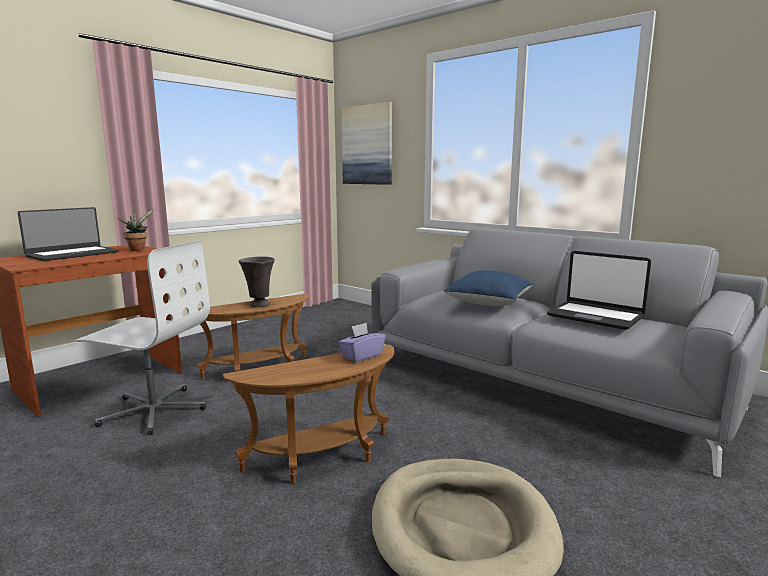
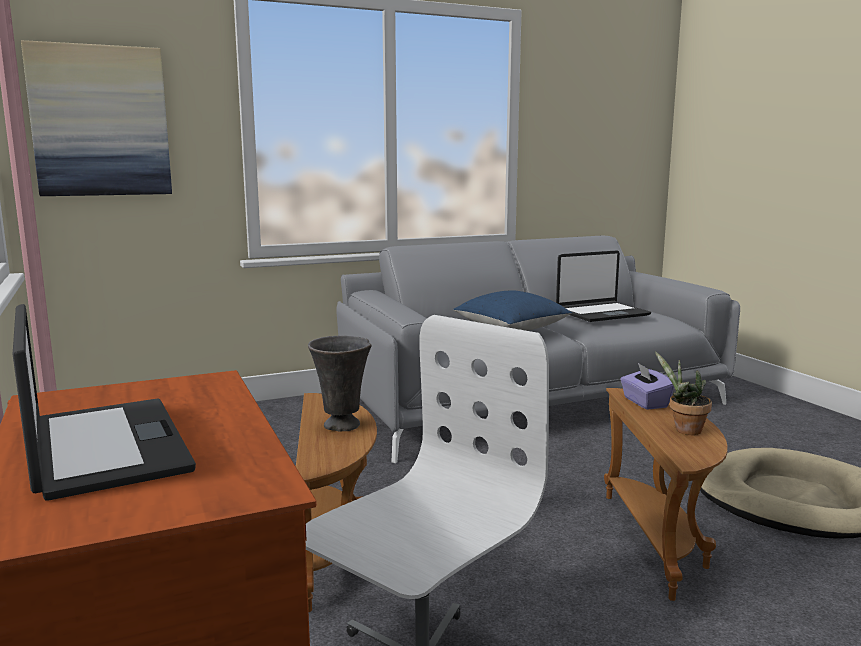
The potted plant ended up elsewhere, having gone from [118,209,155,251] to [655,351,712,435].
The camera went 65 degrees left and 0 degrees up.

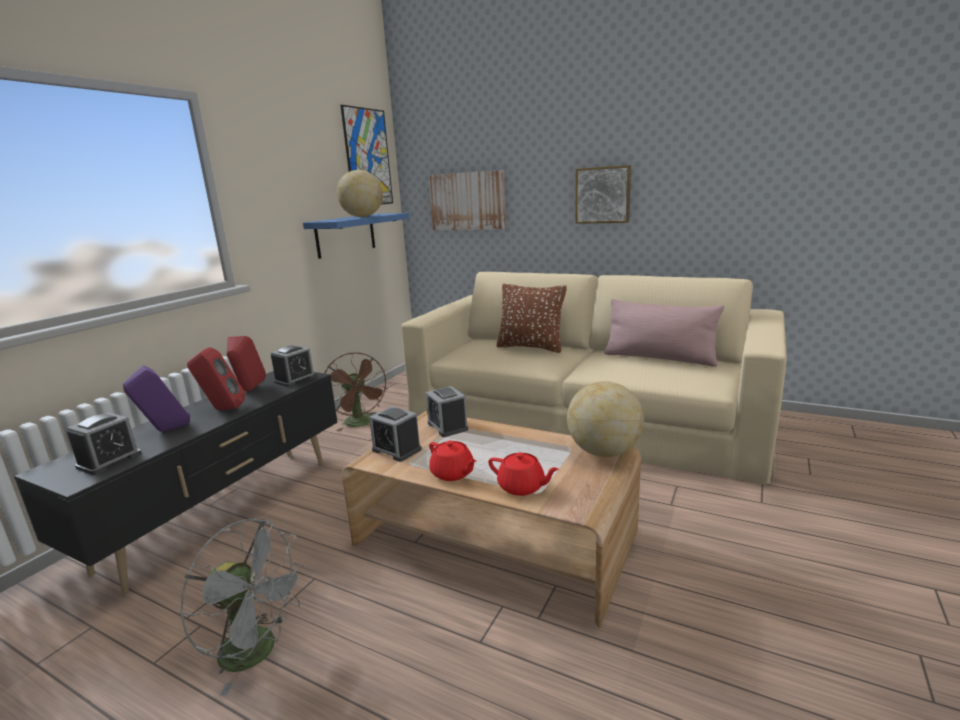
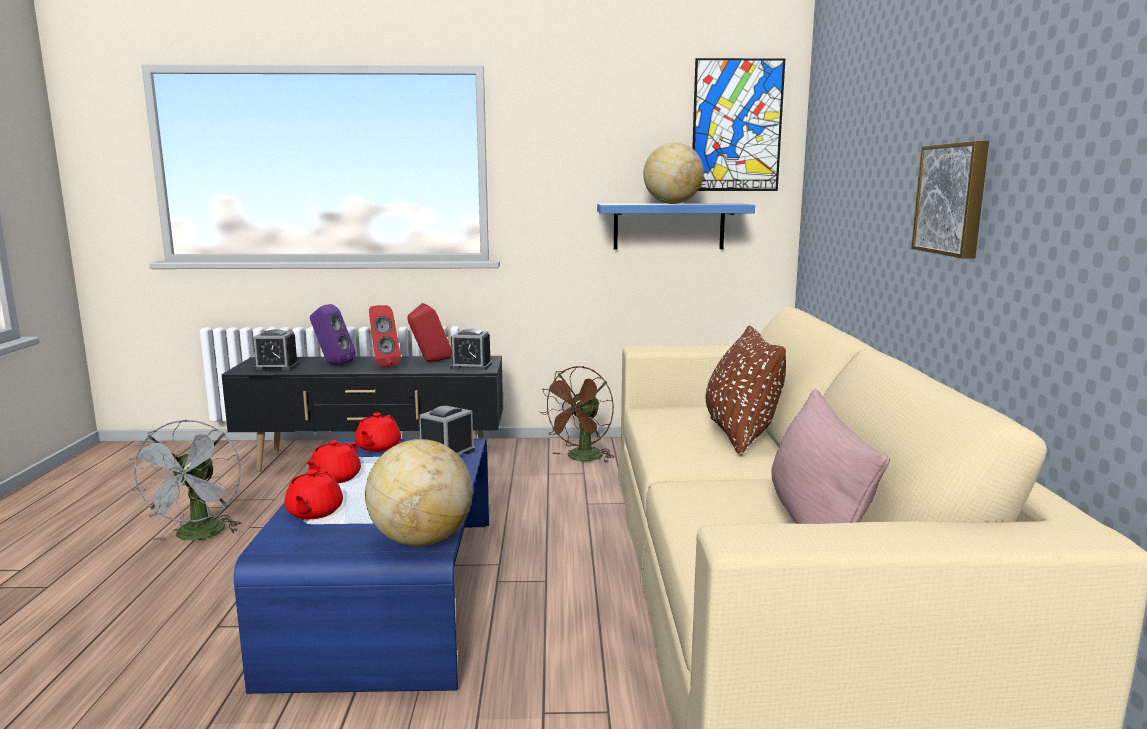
What was the brown coffee table at [342,411,641,627] turned into the blue coffee table at [234,438,489,694].
Where the alarm clock stood at [369,406,422,462], the red teapot came to stand at [355,413,401,451].
The second view lost the picture at [428,170,506,230].
The camera went 60 degrees right and 5 degrees down.

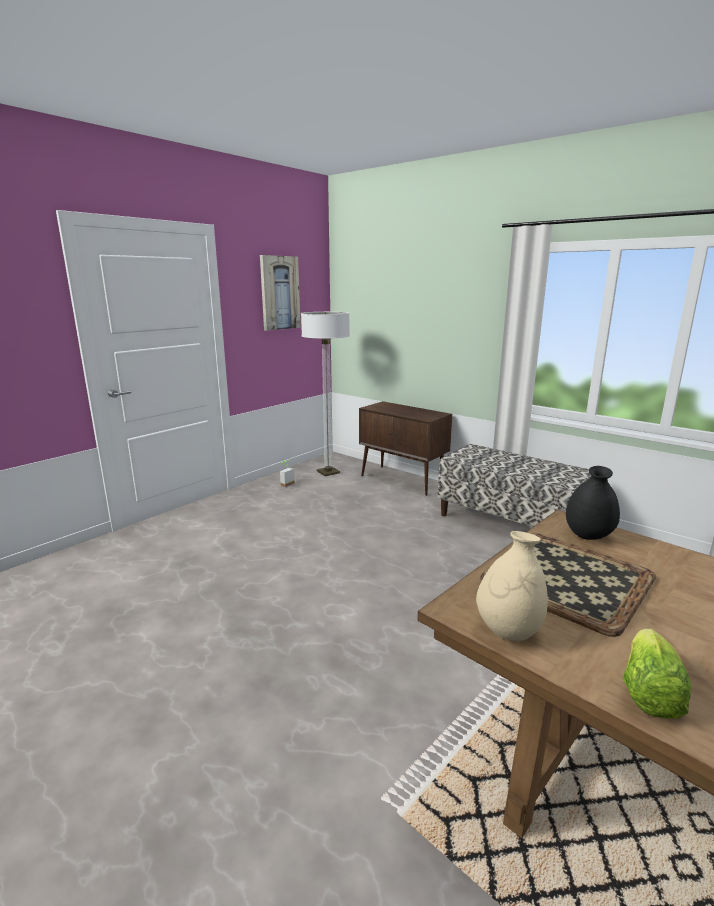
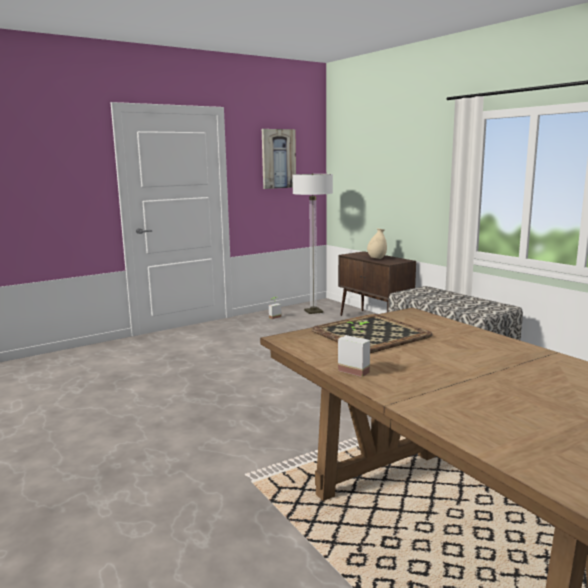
Where the lettuce stood at [623,629,692,718], the potted plant came to stand at [338,321,370,377].
The beige vase ended up elsewhere, having gone from [476,531,548,641] to [367,228,387,259].
The second view lost the black vase at [566,466,620,540].
The camera went 15 degrees right and 5 degrees down.

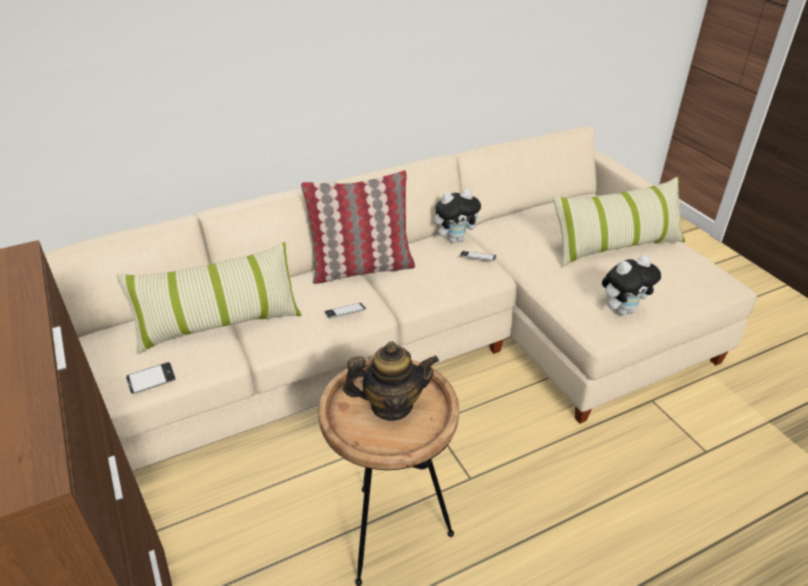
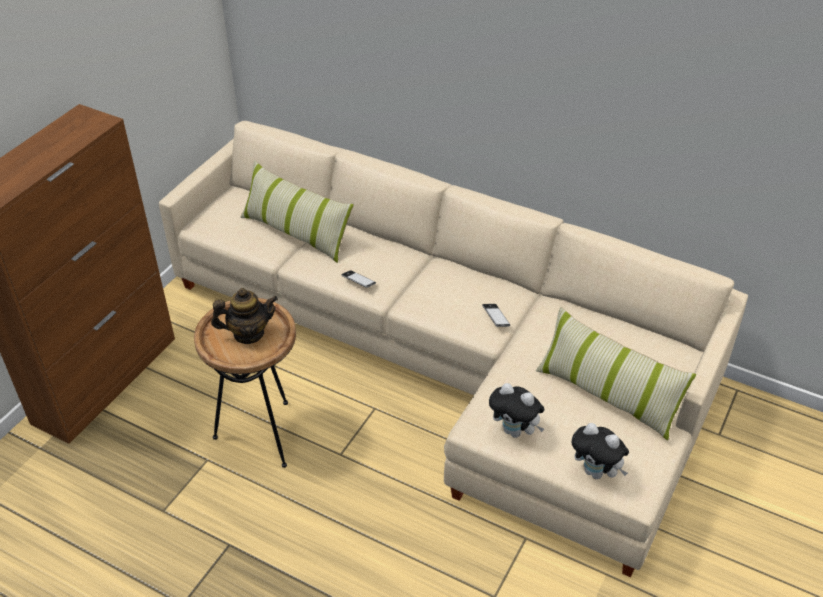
The teapot at [343,342,439,421] ended up facing another way, 60 degrees counterclockwise from before.
The plush toy ended up elsewhere, having gone from [434,189,483,243] to [572,423,629,479].
The second view lost the phone at [126,362,176,394].
The second view lost the pillow at [301,170,415,284].
The camera went 55 degrees right and 5 degrees up.

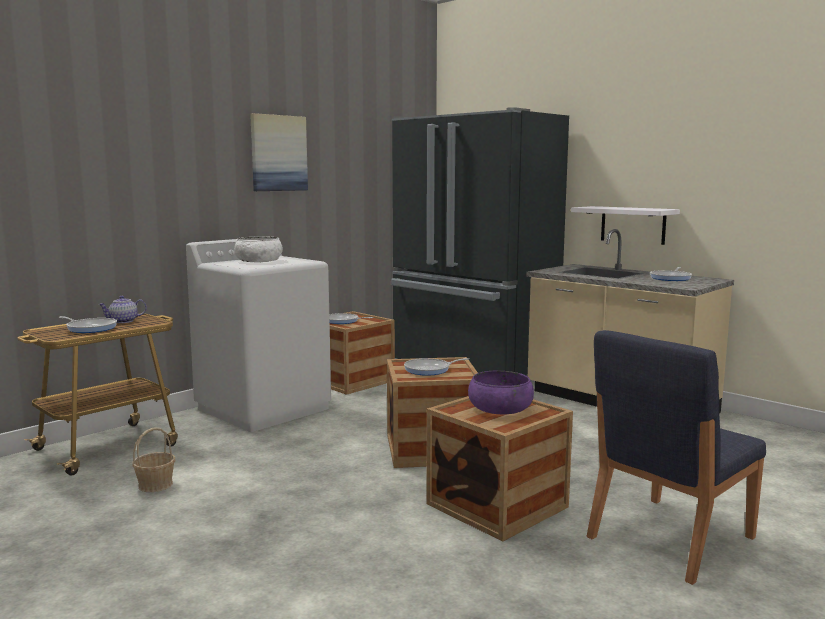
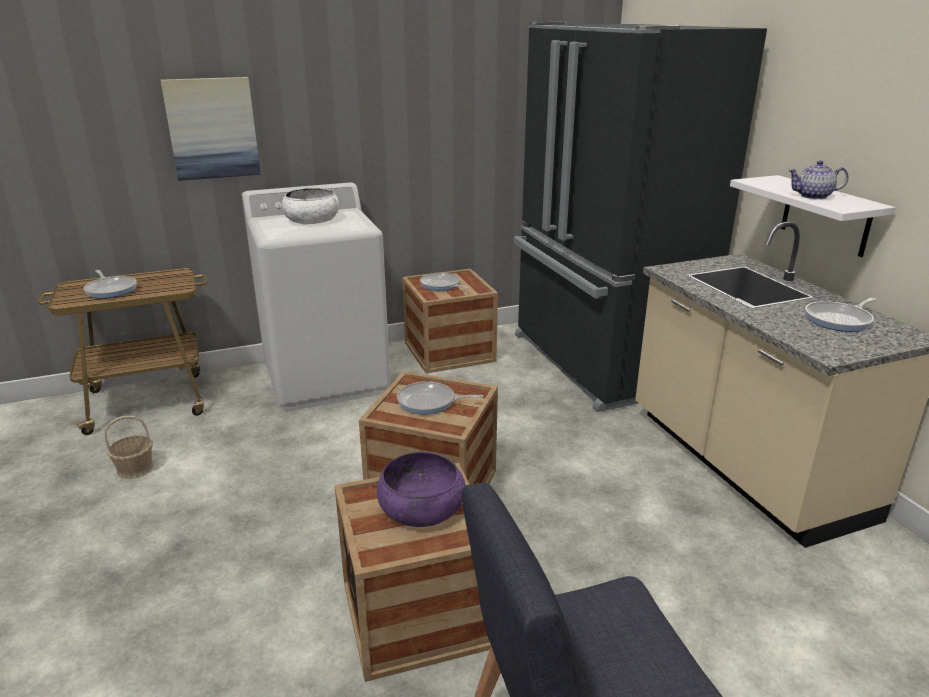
The picture ended up elsewhere, having gone from [250,113,308,191] to [161,77,261,181].
The teapot ended up elsewhere, having gone from [98,296,147,323] to [788,160,848,199].
The camera went 25 degrees right and 15 degrees up.

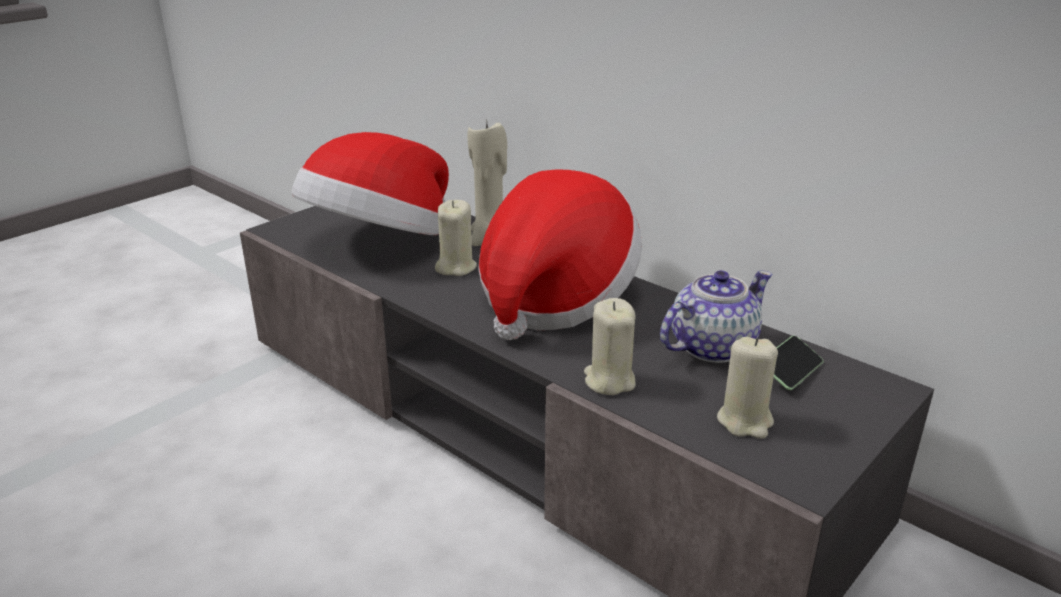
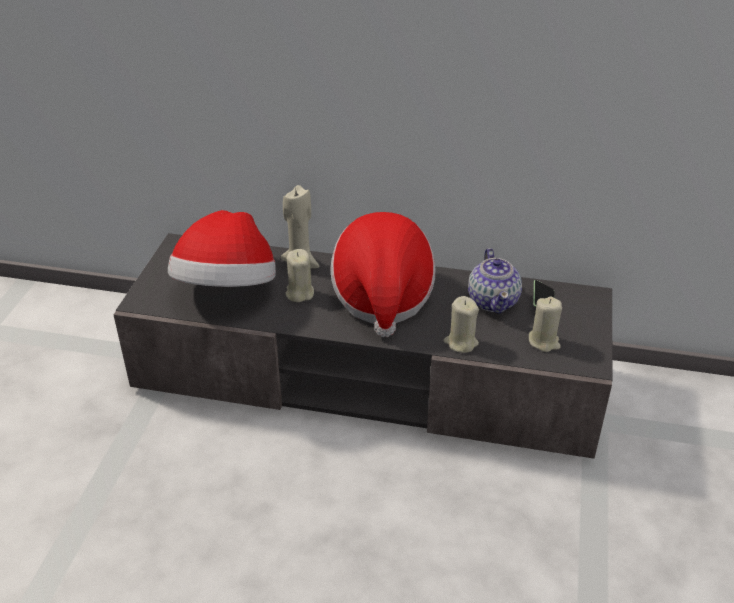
The teapot at [660,270,772,363] ended up facing another way, 150 degrees clockwise from before.
The camera went 30 degrees left and 10 degrees up.

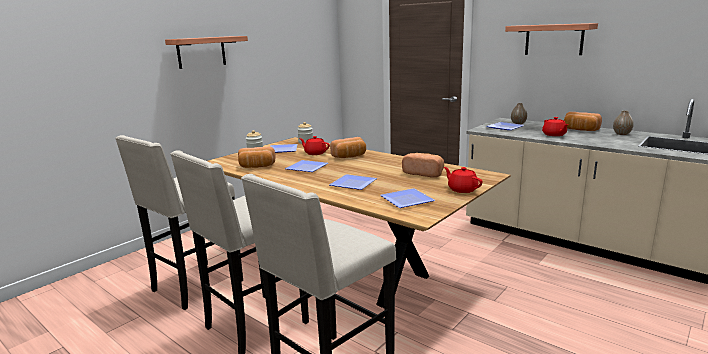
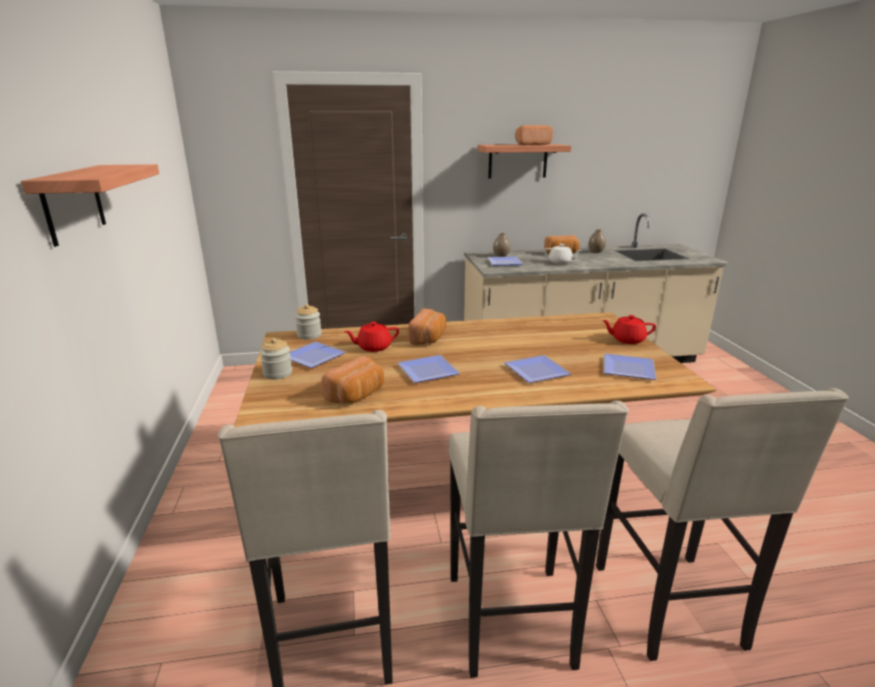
The bread ended up elsewhere, having gone from [402,153,444,178] to [515,125,553,145].
What was the red teapot at [542,117,568,136] turned into the white teapot at [544,244,582,264].
The camera went 50 degrees left and 5 degrees up.

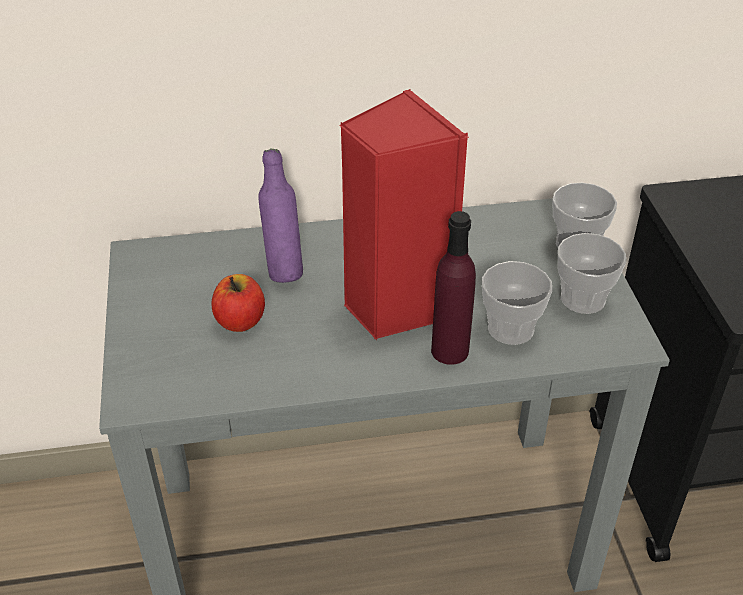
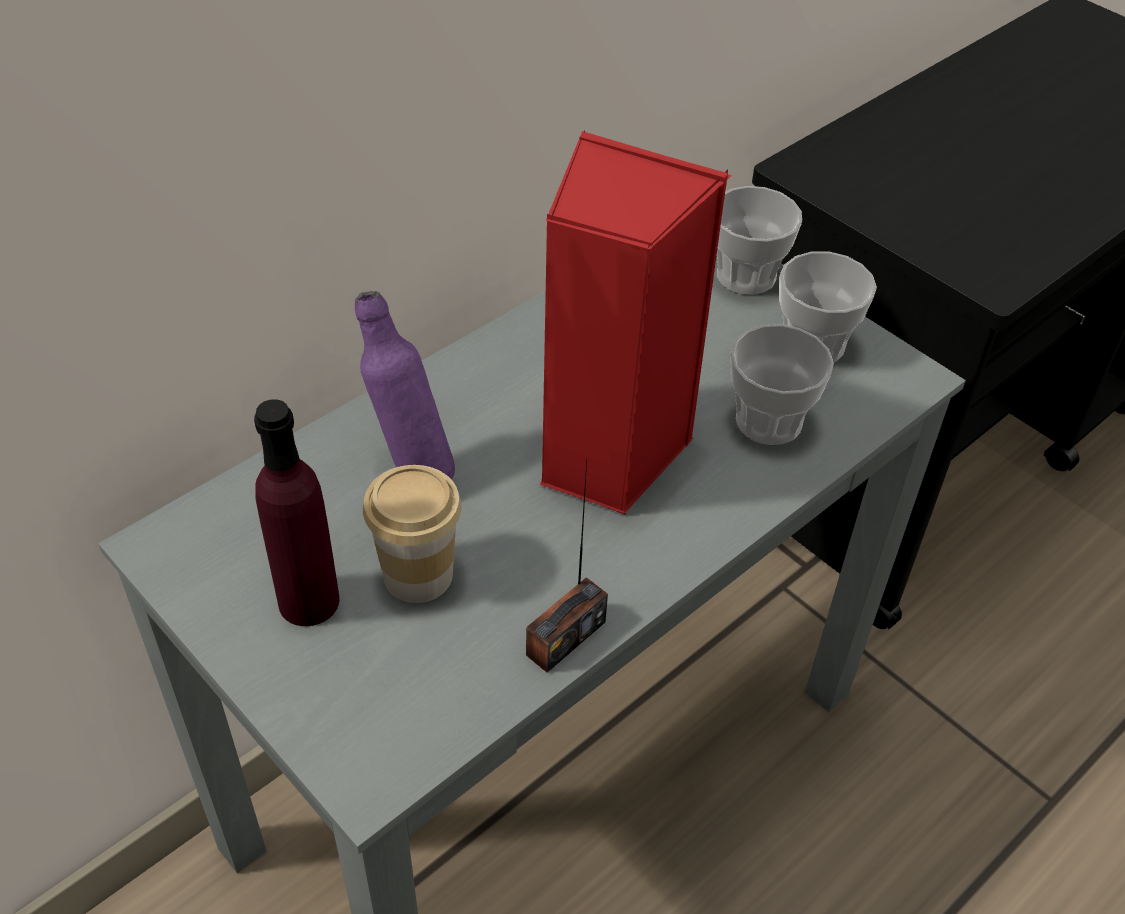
The purple bottle ended up elsewhere, having gone from [431,211,476,365] to [254,399,339,626].
Where the apple stood at [212,274,265,332], the cup came to stand at [363,465,462,603].
The second view gained the radio at [526,459,608,673].
The camera went 35 degrees left and 5 degrees up.

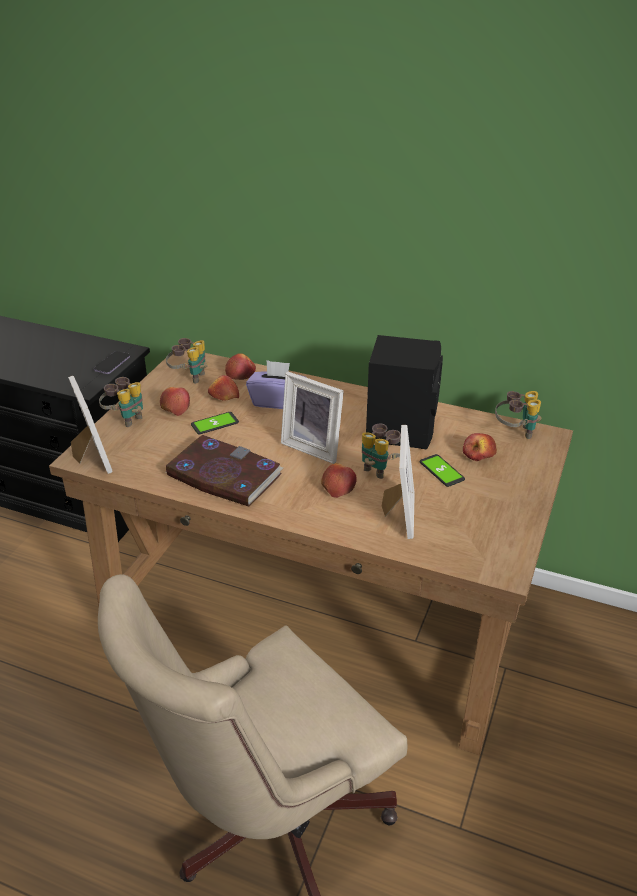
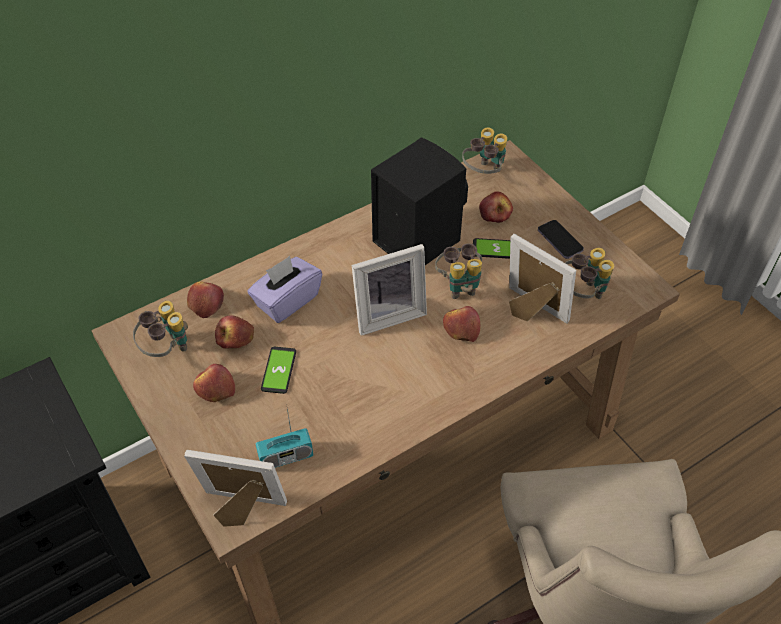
The second view gained the radio at [256,403,313,468].
The phone ended up elsewhere, having gone from [94,351,130,374] to [538,220,584,259].
The binoculars ended up elsewhere, having gone from [99,377,143,427] to [565,248,614,299].
The second view lost the book at [166,435,283,507].
The camera went 55 degrees left and 15 degrees up.

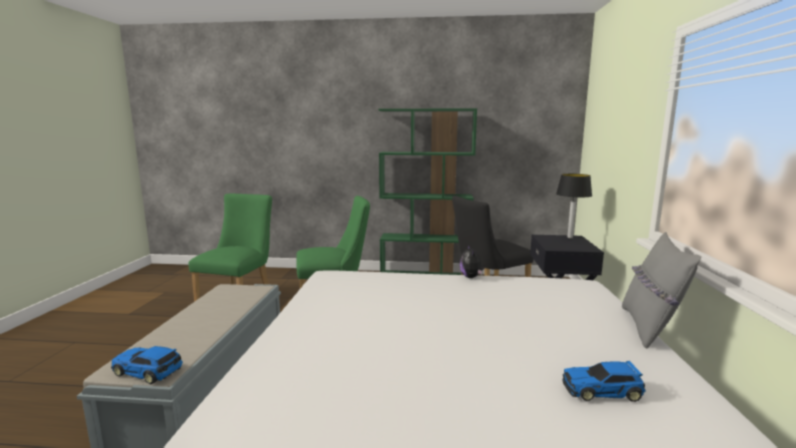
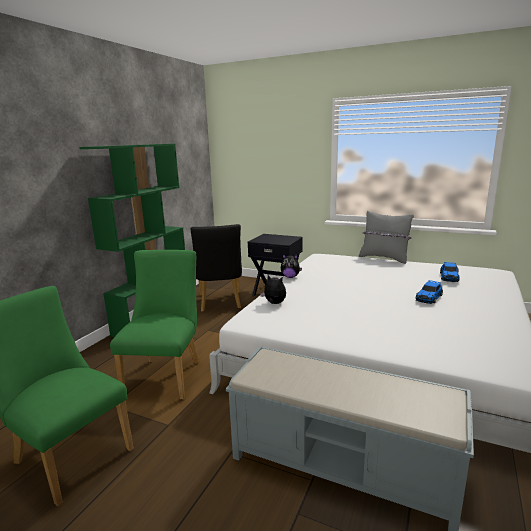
The second view gained the plush toy at [260,275,286,304].
The toy car ended up elsewhere, having gone from [111,346,183,384] to [416,280,443,304].
The second view lost the table lamp at [556,174,592,238].
The camera went 70 degrees left and 5 degrees up.

